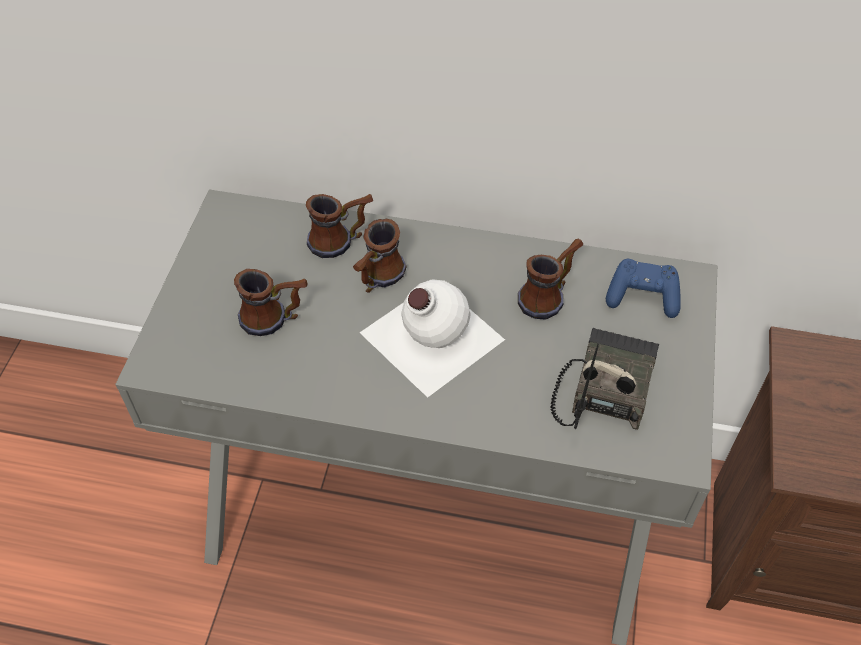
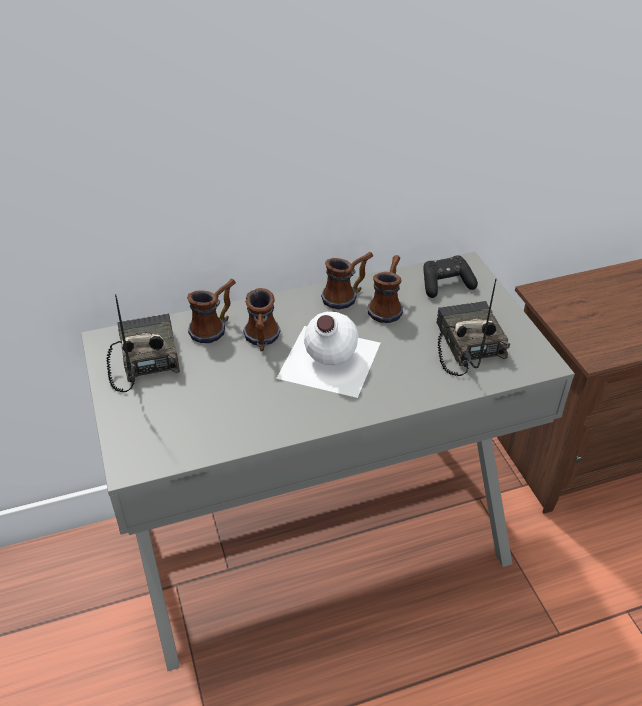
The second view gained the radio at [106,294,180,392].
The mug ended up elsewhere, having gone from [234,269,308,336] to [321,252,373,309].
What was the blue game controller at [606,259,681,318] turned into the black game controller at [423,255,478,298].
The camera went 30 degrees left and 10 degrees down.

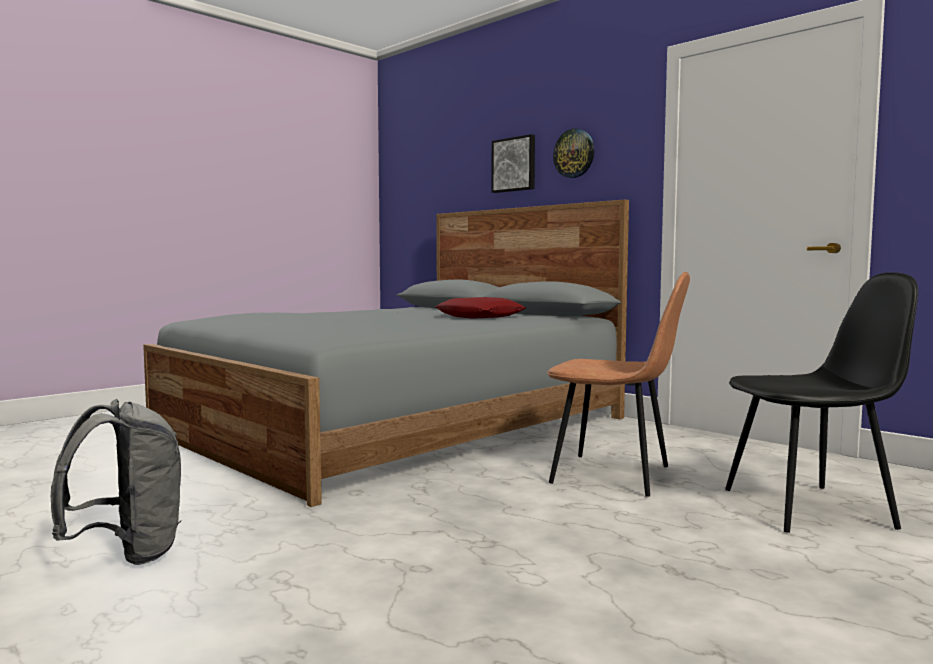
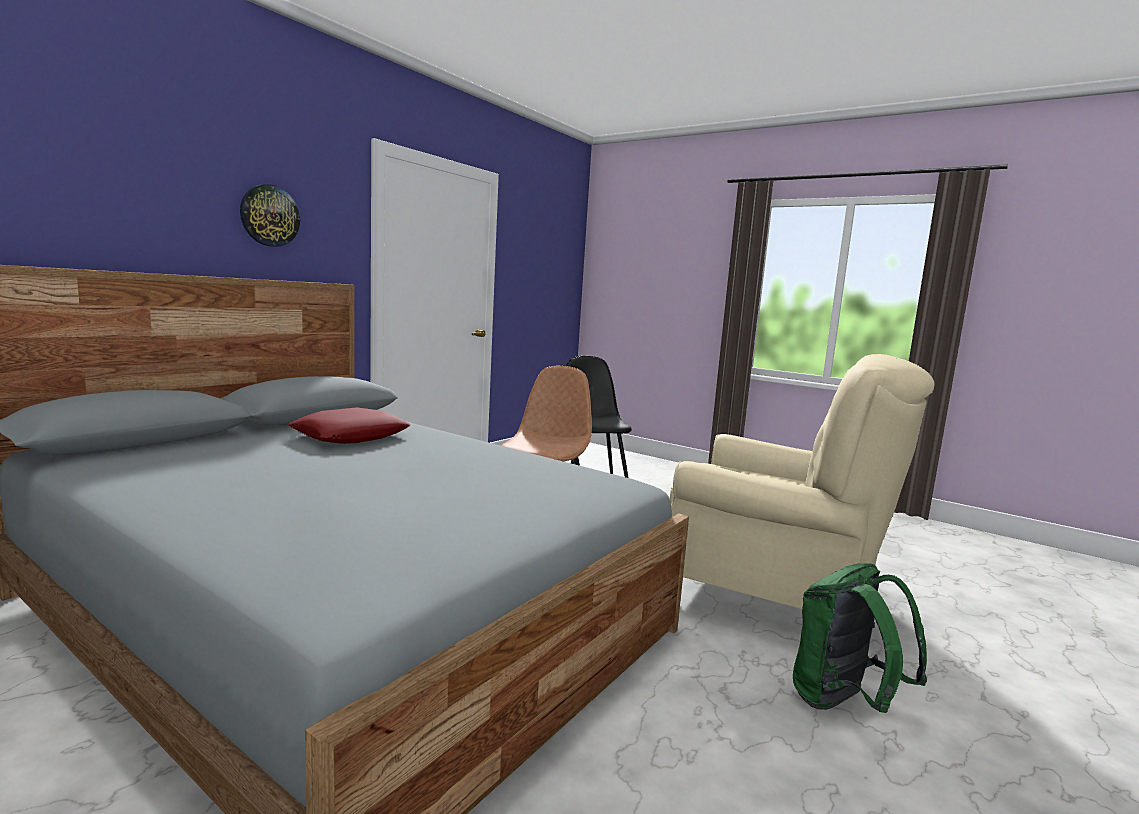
The second view gained the beige armchair at [669,354,934,609].
What was the grey backpack at [51,399,182,565] turned into the green backpack at [793,563,927,713].
The second view lost the picture at [491,134,535,193].
The camera went 100 degrees left and 5 degrees up.

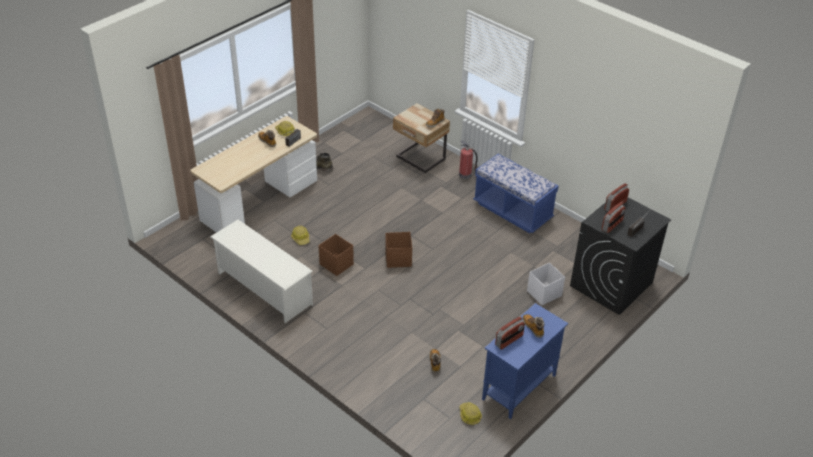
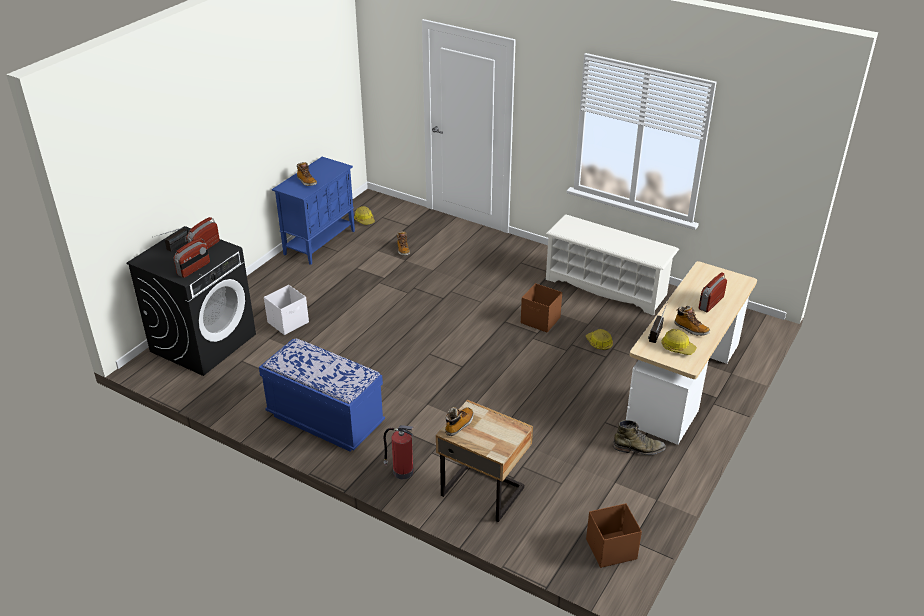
The brown storage box ended up elsewhere, having gone from [385,232,412,268] to [586,503,642,568].
The radio ended up elsewhere, having gone from [495,316,525,350] to [699,272,727,312].
The camera went 170 degrees right and 5 degrees down.

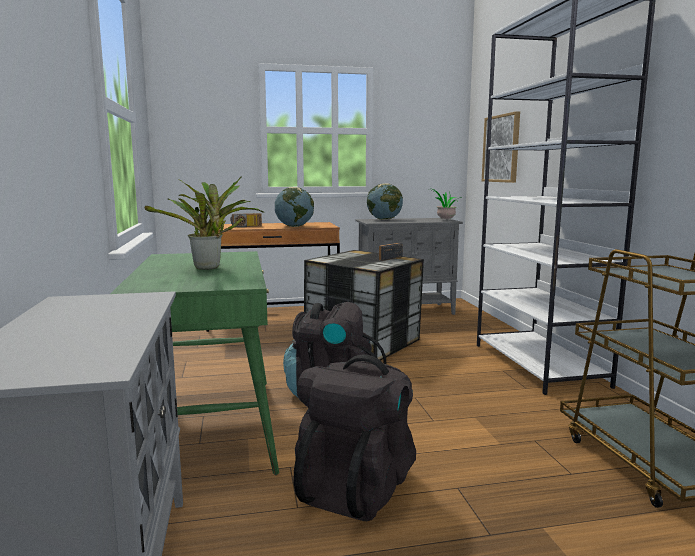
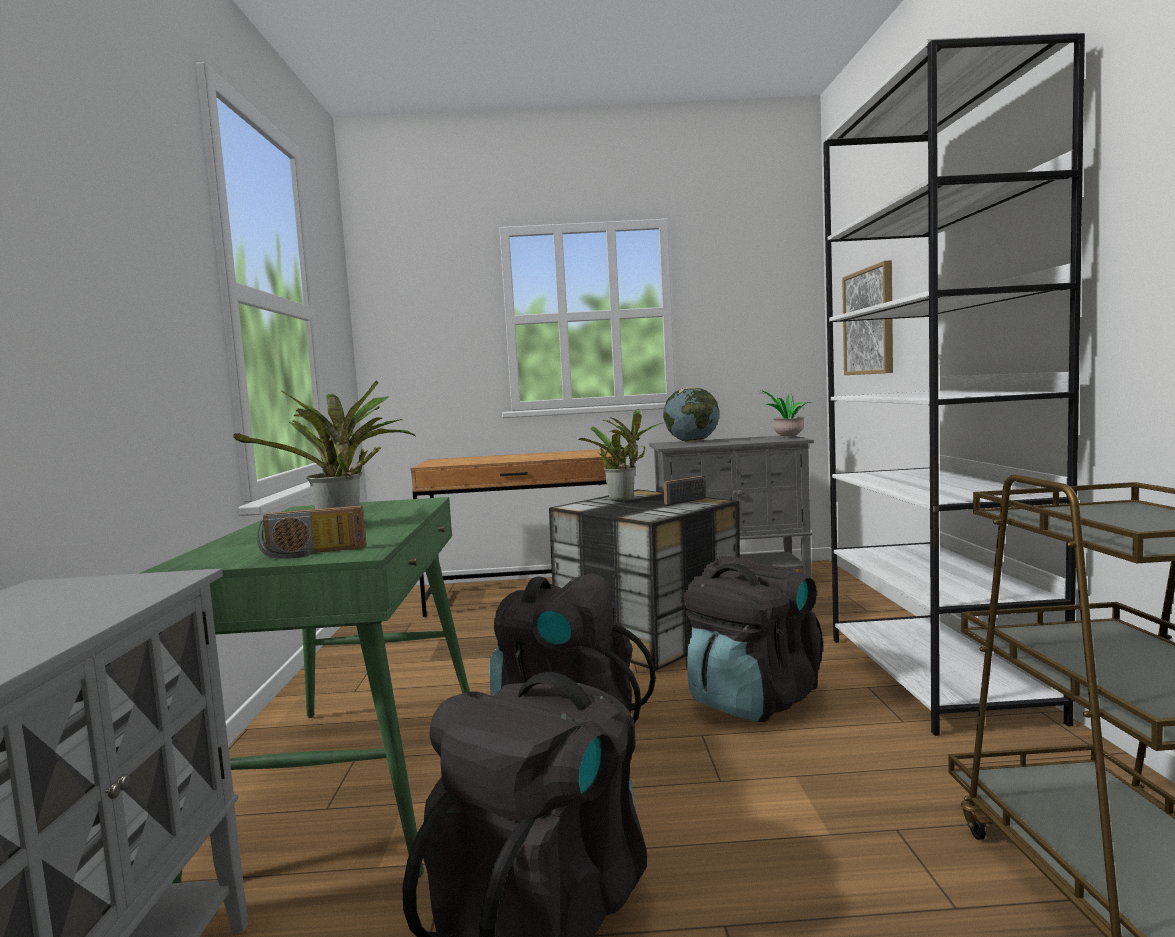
The radio ended up elsewhere, having gone from [230,213,262,228] to [256,505,366,559].
The second view gained the potted plant at [577,409,663,501].
The second view gained the black backpack at [684,556,823,722].
The second view lost the globe at [275,187,314,227].
The camera went 10 degrees right and 5 degrees down.

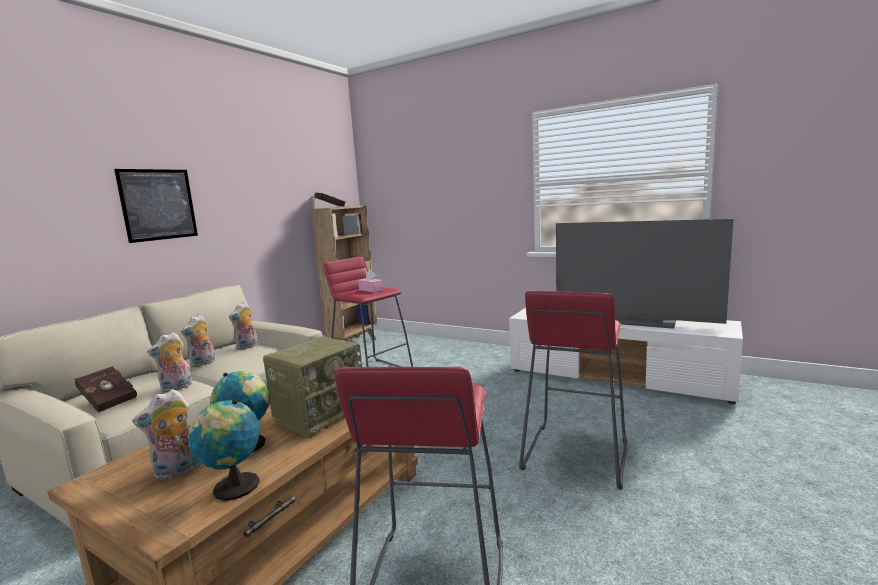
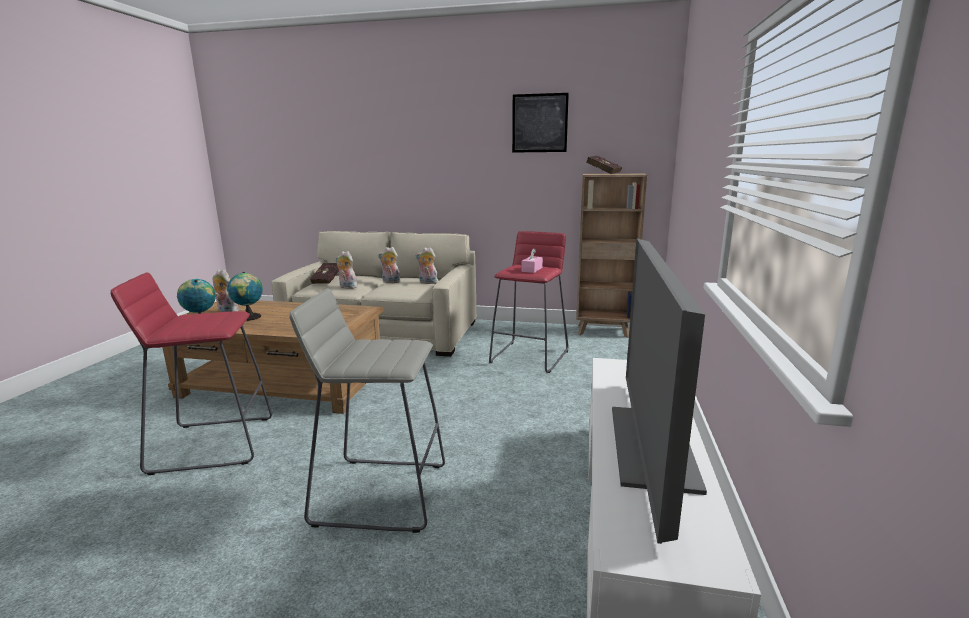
What was the red stool at [519,291,627,489] turned into the grey stool at [289,288,445,533].
The picture ended up elsewhere, having gone from [114,169,198,243] to [512,93,569,153].
The second view lost the radio at [263,336,362,438].
The camera went 70 degrees right and 5 degrees up.

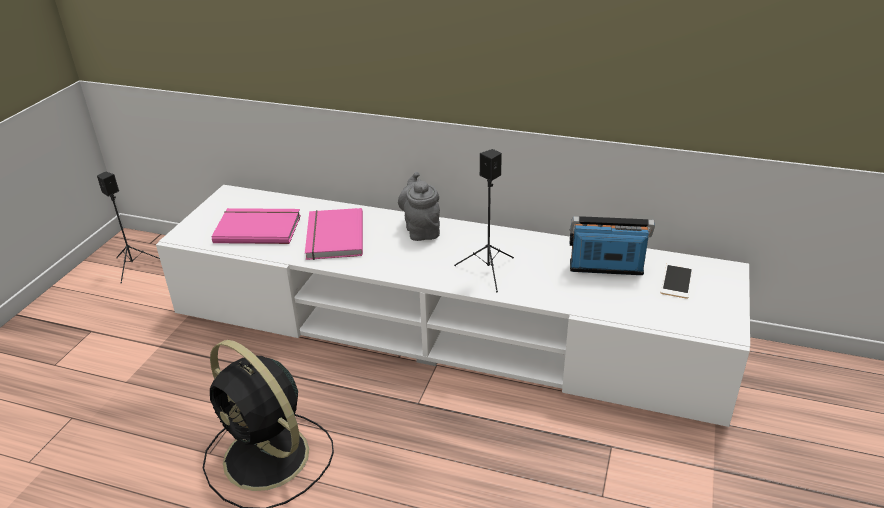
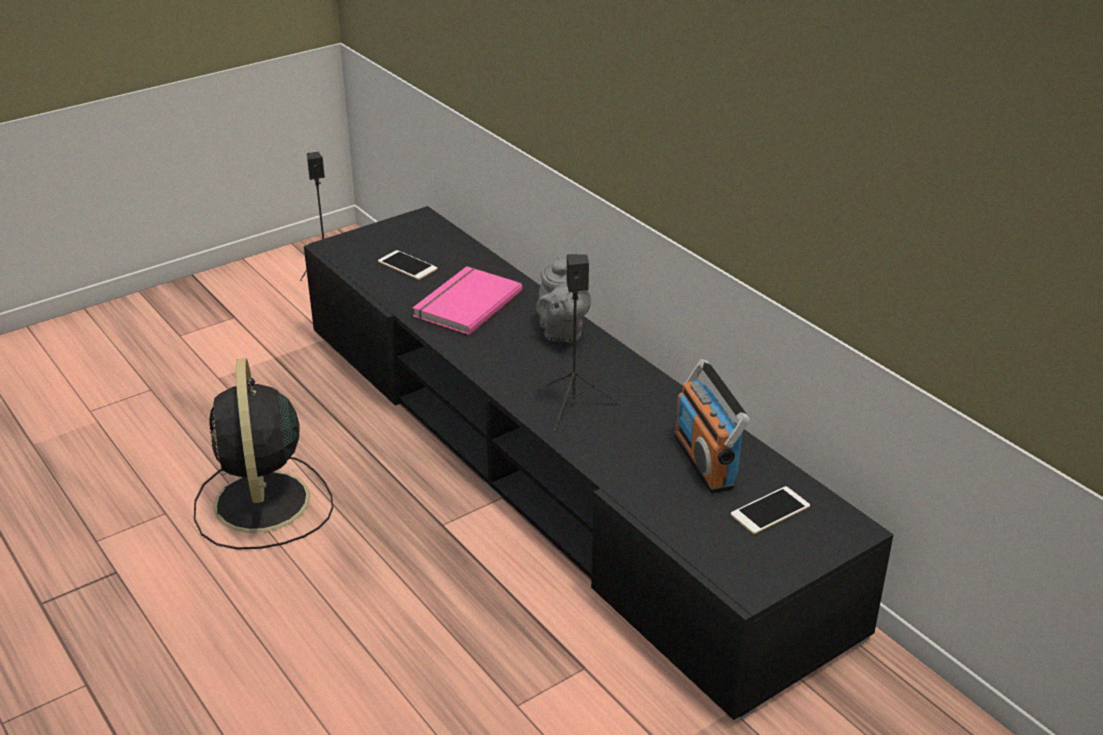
What was the white tv stand at [156,185,750,427] turned into the black tv stand at [304,206,894,721].
Where the pink book stood at [212,208,301,244], the phone came to stand at [378,250,437,280].
The grey teapot at [398,172,440,241] ended up facing another way, 150 degrees clockwise from before.
The radio at [570,216,655,275] ended up facing another way, 150 degrees counterclockwise from before.
The camera went 35 degrees right and 0 degrees up.

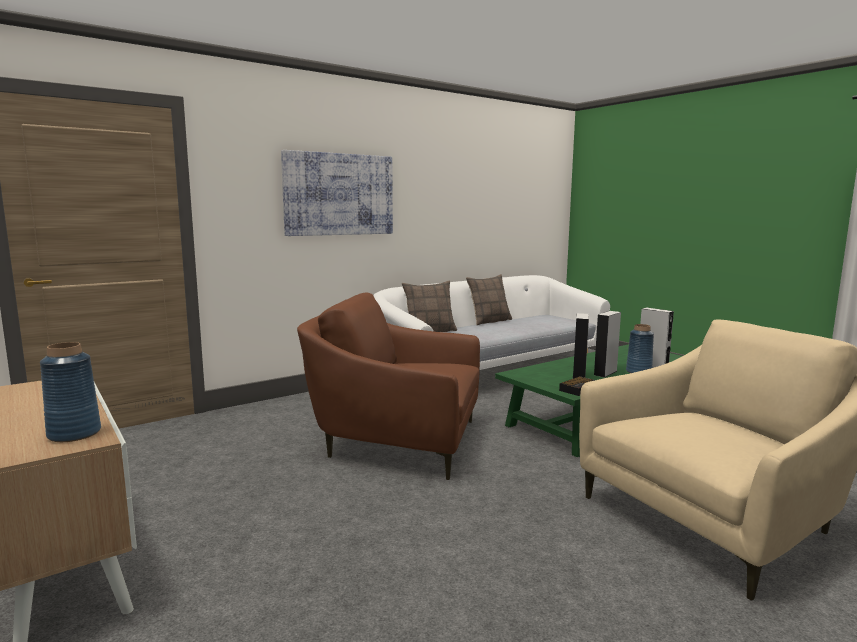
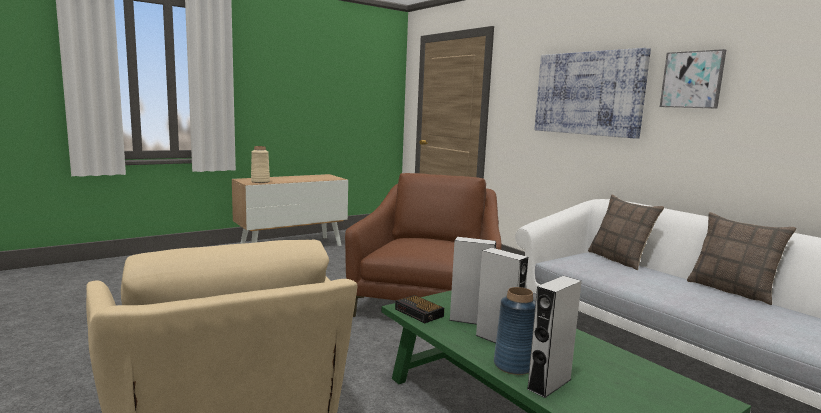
What was the blue vase at [40,342,101,442] turned into the beige vase at [251,146,270,183].
The second view gained the picture at [660,49,726,109].
The camera went 90 degrees right and 0 degrees up.

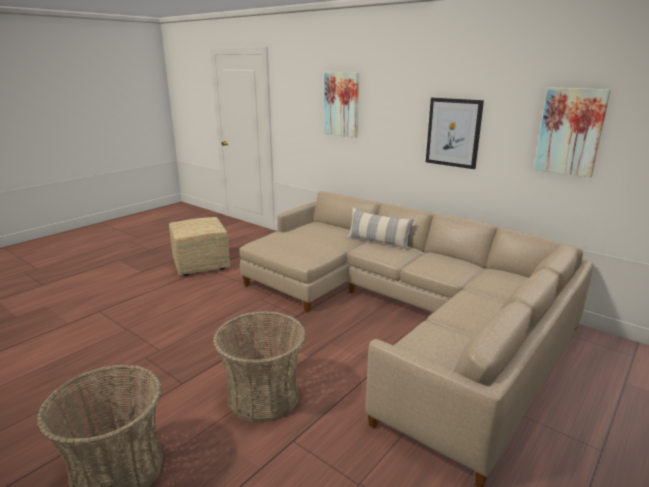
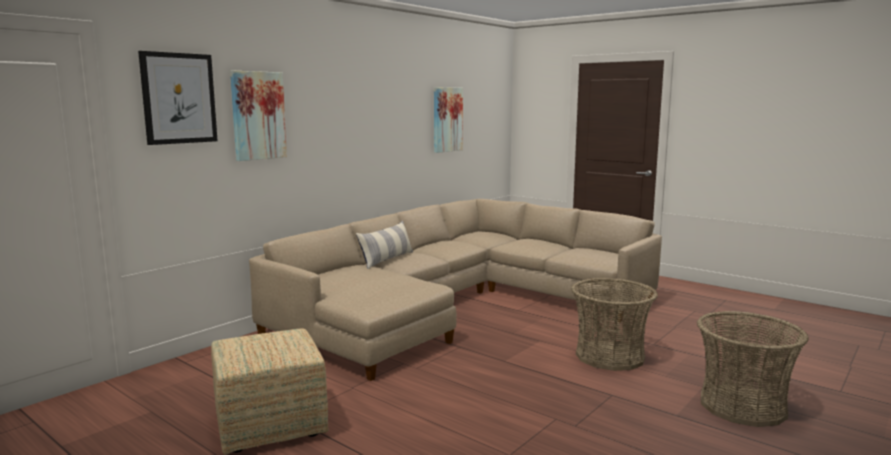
The picture ended up elsewhere, having gone from [426,98,484,169] to [138,51,218,145].
The camera went 90 degrees left and 10 degrees down.

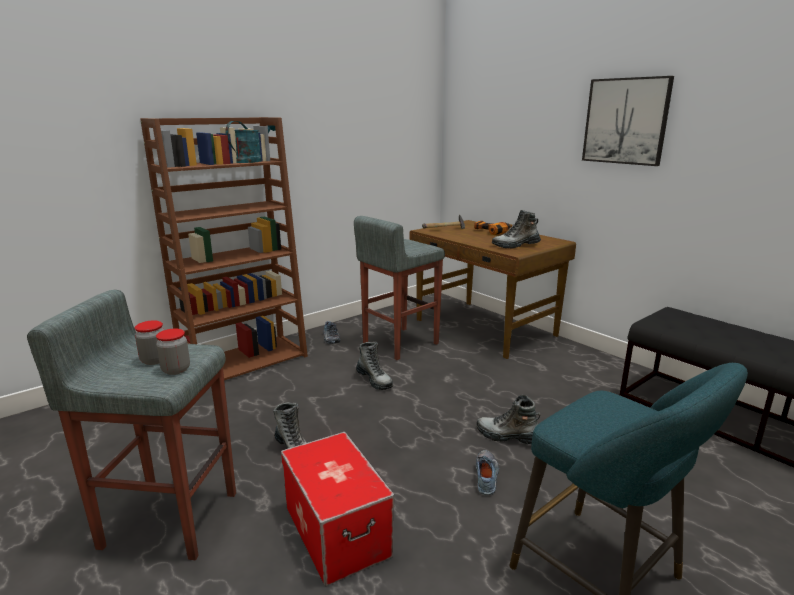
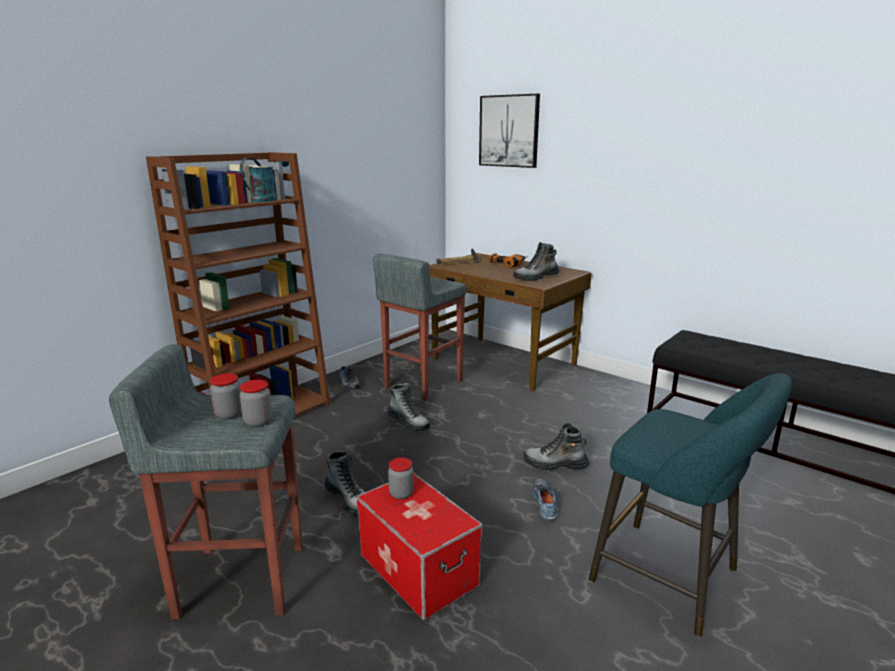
The second view gained the jar at [388,457,414,499].
The picture ended up elsewhere, having gone from [582,76,674,166] to [479,94,540,168].
The camera went 10 degrees left and 0 degrees up.

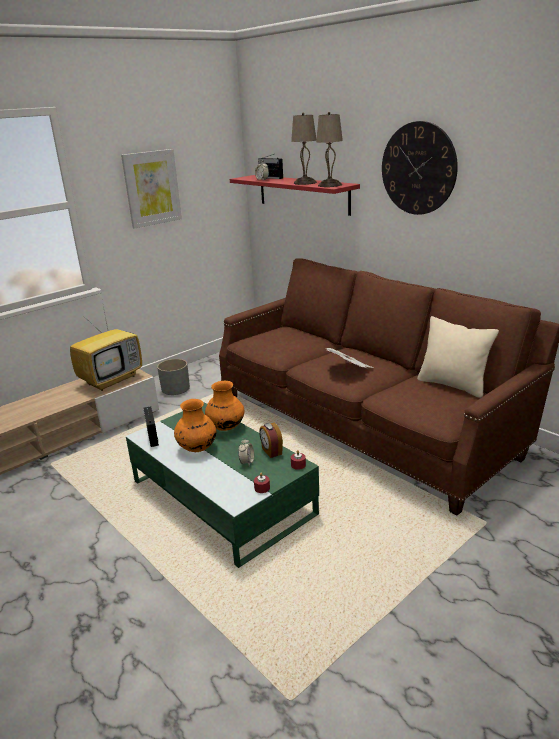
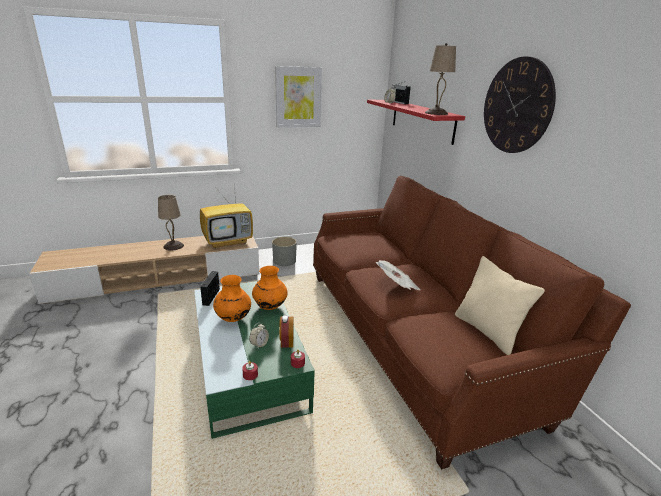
The beige table lamp ended up elsewhere, having gone from [291,113,317,185] to [158,195,184,250].
The camera went 20 degrees right and 0 degrees up.

